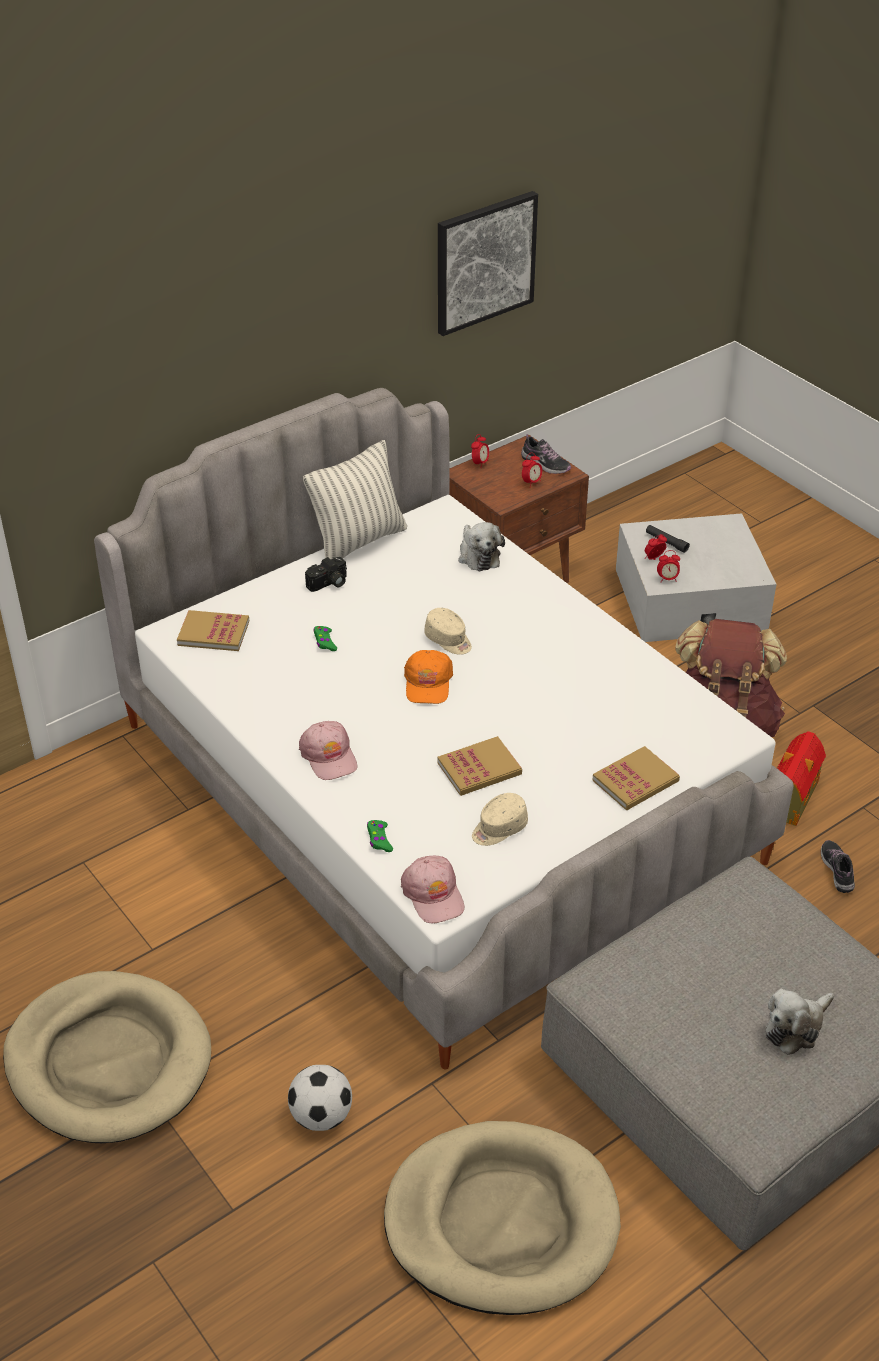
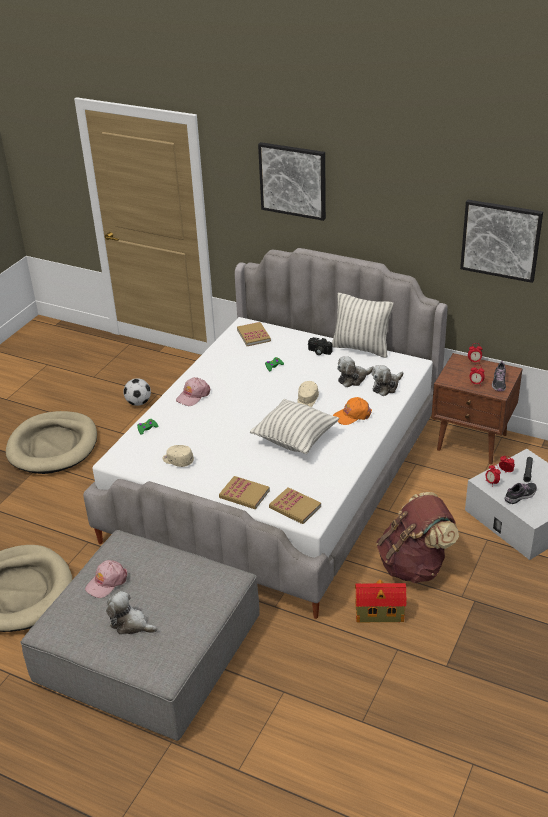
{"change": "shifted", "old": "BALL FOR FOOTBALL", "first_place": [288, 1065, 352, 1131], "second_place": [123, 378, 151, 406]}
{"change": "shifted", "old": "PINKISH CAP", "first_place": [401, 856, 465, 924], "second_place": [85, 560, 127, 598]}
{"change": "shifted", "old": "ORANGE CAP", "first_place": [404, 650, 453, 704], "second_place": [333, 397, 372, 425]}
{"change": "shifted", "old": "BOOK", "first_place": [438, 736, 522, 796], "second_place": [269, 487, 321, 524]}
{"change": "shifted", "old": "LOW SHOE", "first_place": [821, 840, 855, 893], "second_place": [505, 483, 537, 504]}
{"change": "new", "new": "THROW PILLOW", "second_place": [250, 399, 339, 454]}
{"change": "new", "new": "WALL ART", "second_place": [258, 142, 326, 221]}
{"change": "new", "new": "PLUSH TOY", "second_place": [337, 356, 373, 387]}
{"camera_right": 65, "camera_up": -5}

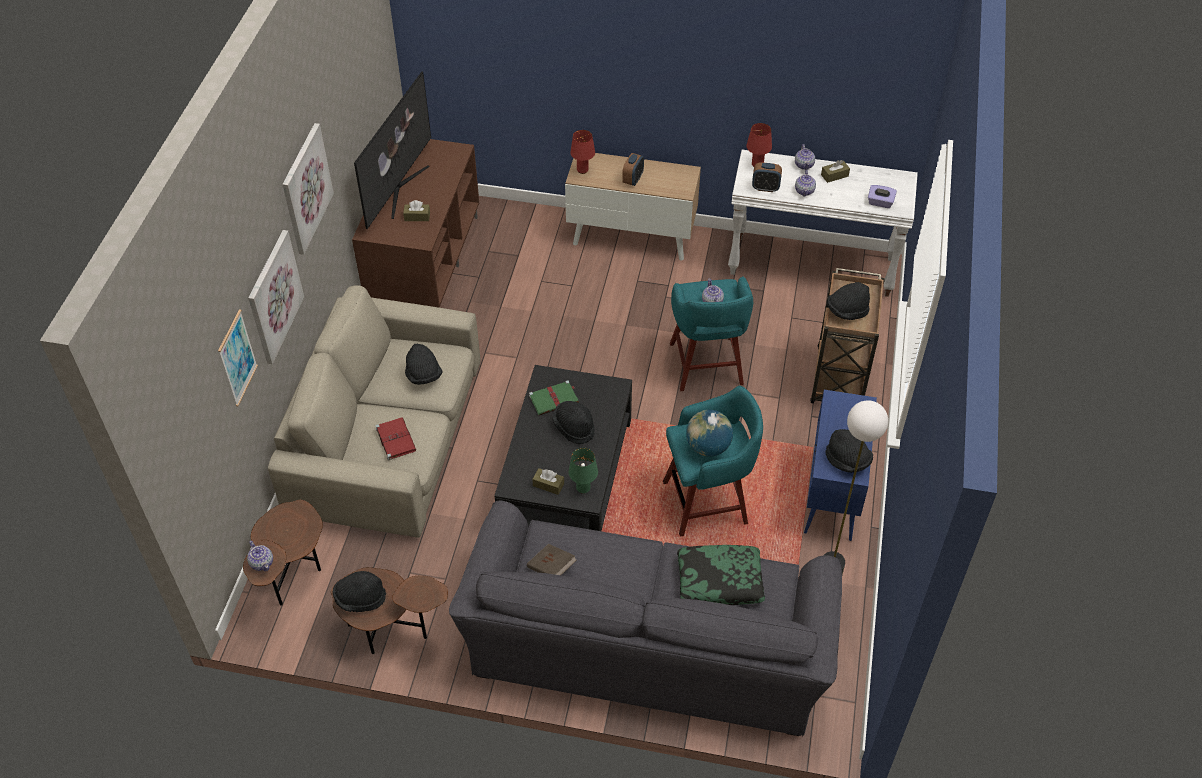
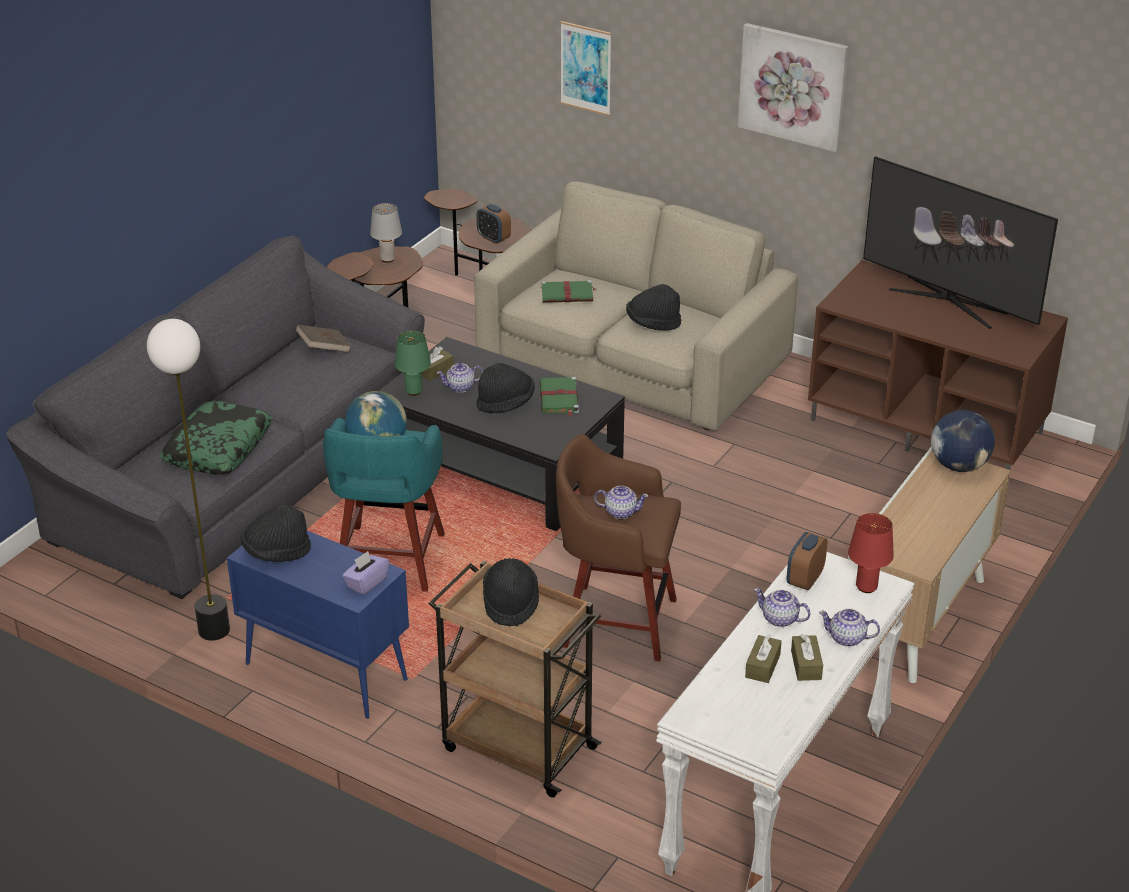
{"change": "shifted", "old": "POT FOR TEA", "first_place": [247, 541, 273, 571], "second_place": [437, 363, 483, 393]}
{"change": "gone", "old": "WALL ART", "first_place": [248, 230, 304, 364]}
{"change": "swapped", "old": "BLACK HAT", "new": "GREYISH TABLETOP LAMP", "first_place": [333, 571, 386, 612], "second_place": [370, 203, 402, 263]}
{"change": "repainted", "old": "RED BOOK", "new": "GREENISH BOOK", "first_place": [376, 417, 416, 460], "second_place": [542, 280, 597, 303]}
{"change": "shifted", "old": "BROWN BOX OF TISSUES", "first_place": [403, 200, 430, 221], "second_place": [745, 634, 782, 683]}
{"change": "swapped", "old": "RED TABLETOP LAMP", "new": "GLOBE", "first_place": [570, 130, 595, 174], "second_place": [931, 410, 995, 472]}
{"change": "shifted", "old": "BEDSIDE CLOCK", "first_place": [622, 153, 644, 186], "second_place": [477, 204, 511, 244]}
{"change": "repainted", "old": "BLUE-GREEN SITTING STOOL", "new": "BROWN SITTING STOOL", "first_place": [670, 277, 753, 391], "second_place": [556, 434, 681, 661]}
{"change": "shifted", "old": "PURPLE BOX OF TISSUES", "first_place": [868, 185, 897, 208], "second_place": [342, 551, 389, 595]}
{"camera_right": 110, "camera_up": -15}

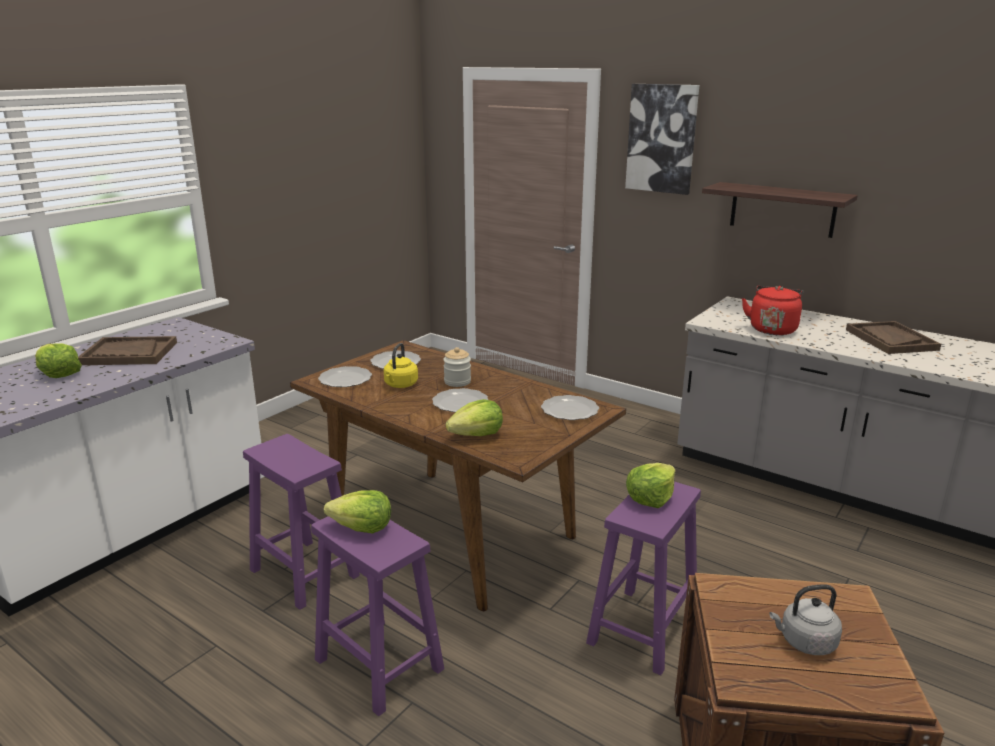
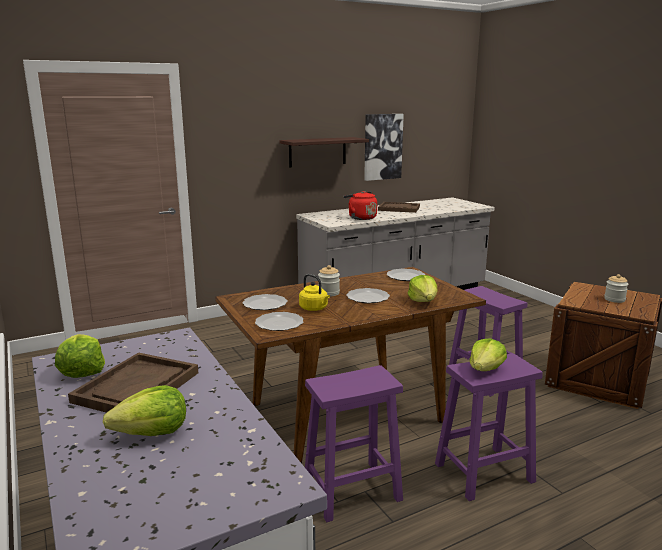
{"change": "shifted", "old": "WALL ART", "first_place": [625, 84, 699, 195], "second_place": [364, 114, 404, 181]}
{"change": "shifted", "old": "HEAD OF LETTUCE", "first_place": [626, 463, 676, 508], "second_place": [55, 334, 105, 378]}
{"change": "swapped", "old": "GREYISH WATER KETTLE", "new": "JAR", "first_place": [769, 584, 842, 655], "second_place": [604, 274, 628, 303]}
{"camera_right": -65, "camera_up": -5}

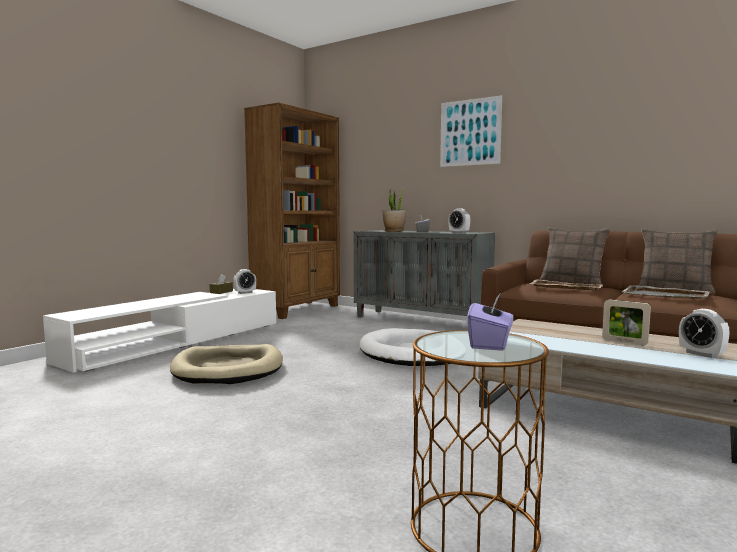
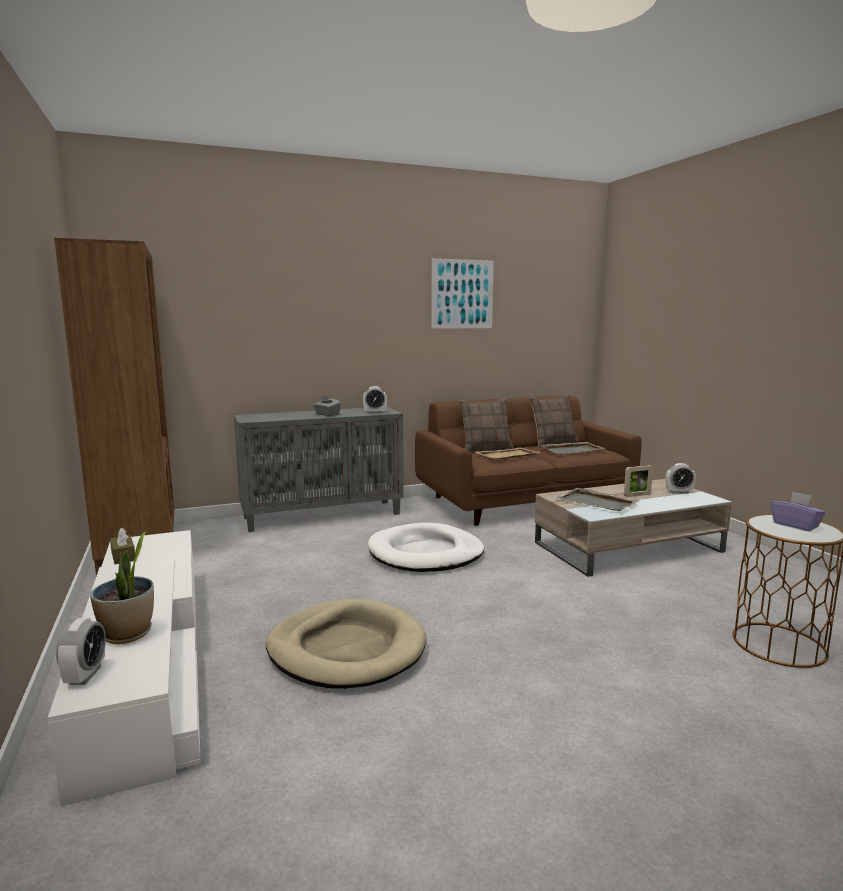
{"change": "shifted", "old": "BEDSIDE CLOCK", "first_place": [233, 269, 256, 294], "second_place": [56, 618, 106, 685]}
{"change": "shifted", "old": "POTTED PLANT", "first_place": [382, 190, 406, 232], "second_place": [90, 532, 154, 644]}
{"change": "shifted", "old": "WALL ART", "first_place": [440, 95, 502, 167], "second_place": [431, 258, 494, 329]}
{"change": "new", "new": "GREYISH TRAY", "second_place": [556, 488, 640, 511]}
{"camera_right": -55, "camera_up": 5}

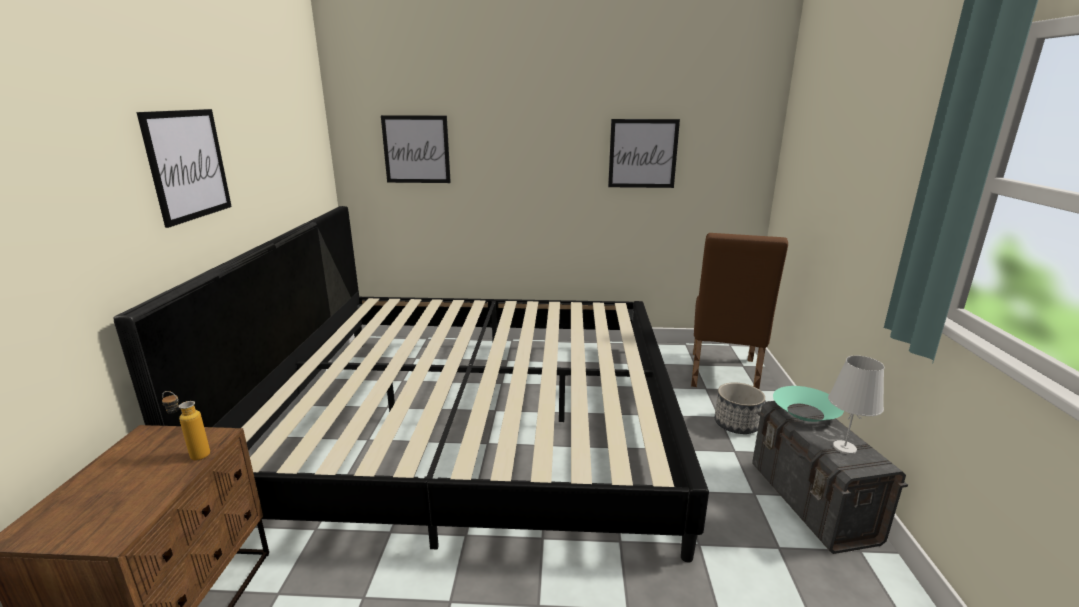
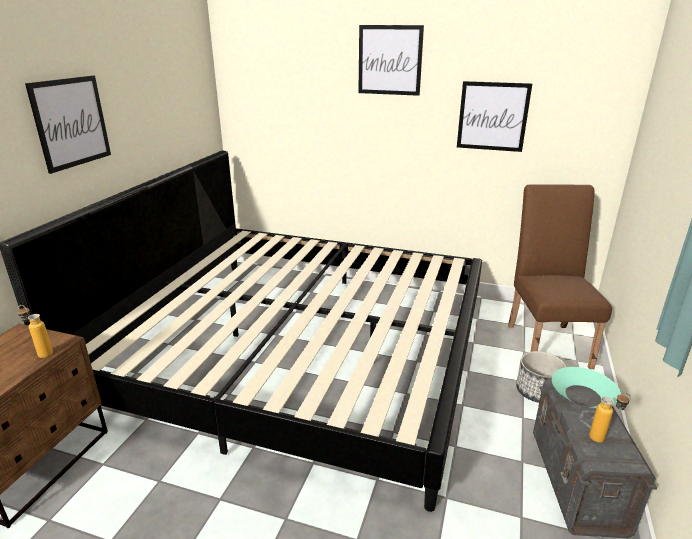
{"change": "shifted", "old": "WALL ART", "first_place": [381, 115, 451, 183], "second_place": [358, 25, 424, 96]}
{"change": "rotated", "old": "BROWN UPRIGHT CHAIR", "first_place": [691, 233, 788, 389], "second_place": [508, 184, 612, 369], "degrees": 150}
{"change": "swapped", "old": "WHITISH TABLETOP LAMP", "new": "BEVERAGE BOTTLE", "first_place": [828, 356, 884, 454], "second_place": [589, 393, 631, 443]}
{"camera_right": 15, "camera_up": 5}

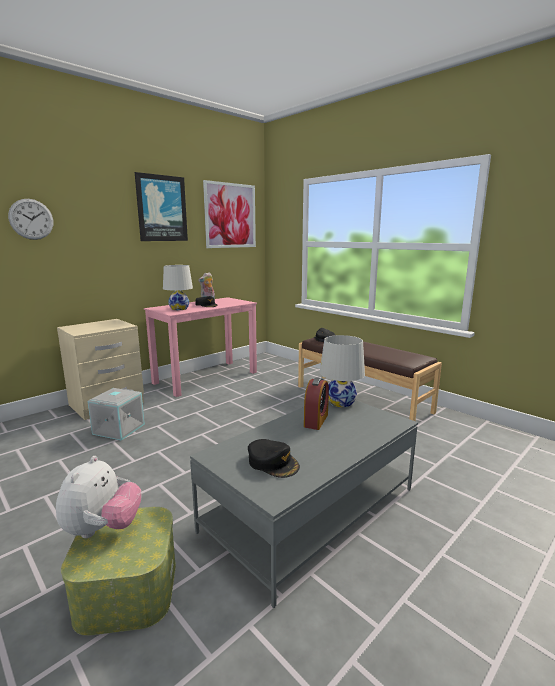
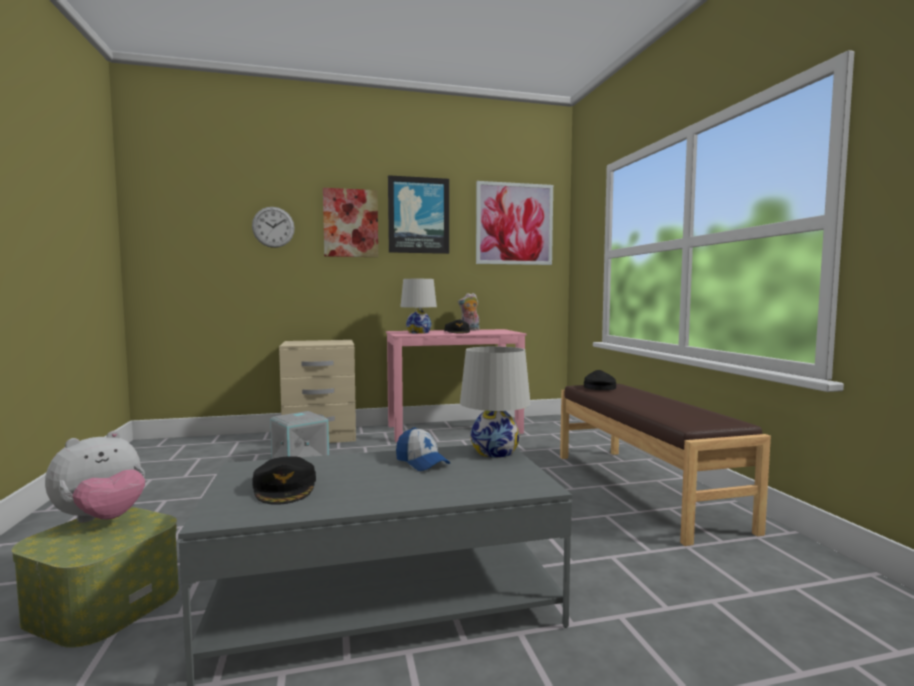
{"change": "swapped", "old": "BEDSIDE CLOCK", "new": "CAP", "first_place": [304, 377, 329, 430], "second_place": [396, 427, 450, 471]}
{"change": "new", "new": "WALL ART", "second_place": [323, 188, 378, 257]}
{"camera_right": 30, "camera_up": -10}

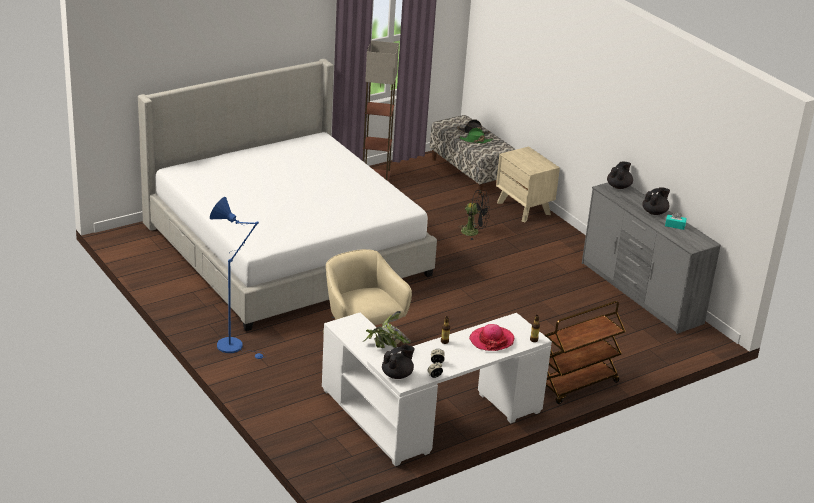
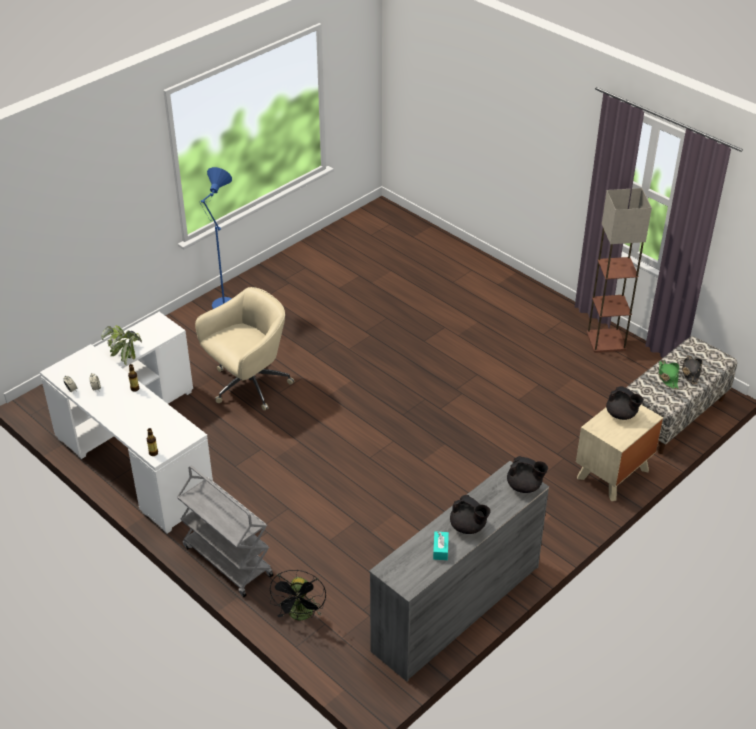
{"change": "gone", "old": "SLEEPING BED", "first_place": [138, 59, 437, 331]}
{"change": "shifted", "old": "BLACK POT FOR TEA", "first_place": [382, 345, 415, 379], "second_place": [606, 386, 644, 420]}
{"change": "shifted", "old": "BLACK FAN", "first_place": [458, 190, 490, 240], "second_place": [269, 570, 326, 621]}
{"change": "gone", "old": "HAT", "first_place": [469, 324, 514, 351]}
{"change": "repainted", "old": "BROWN CART", "new": "GREYISH CART", "first_place": [545, 301, 625, 404], "second_place": [177, 466, 274, 597]}
{"camera_right": 80, "camera_up": 10}

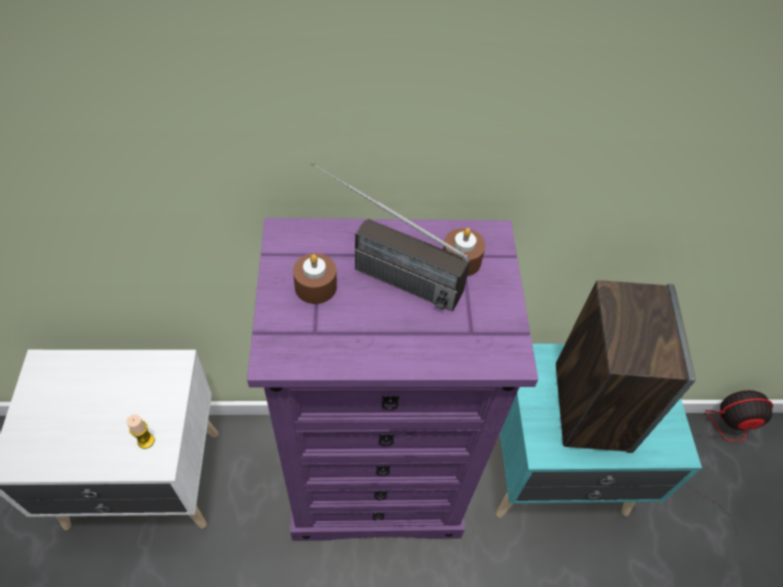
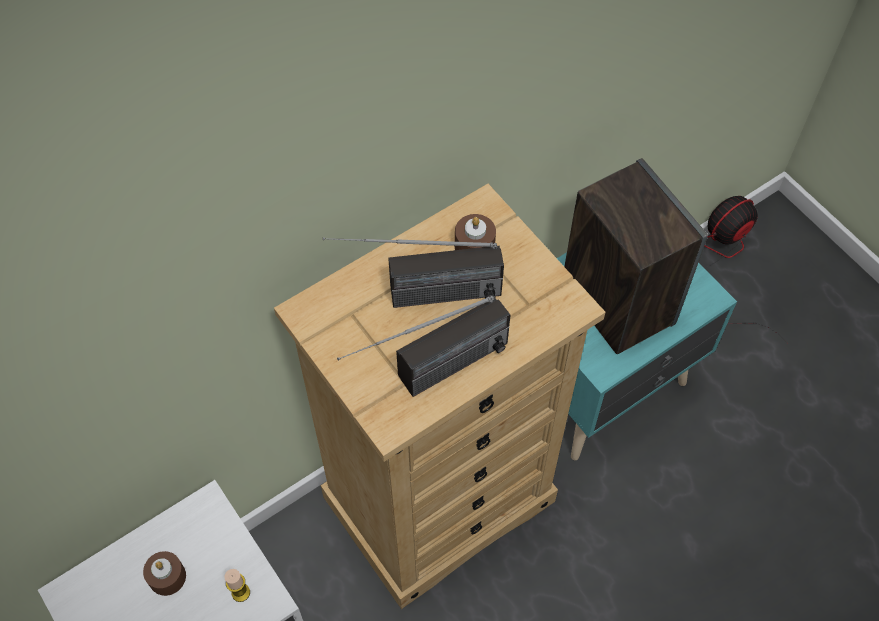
{"change": "repainted", "old": "PURPLE DRAWER CHEST", "new": "BEIGE DRAWER CHEST", "first_place": [247, 218, 538, 541], "second_place": [274, 184, 605, 609]}
{"change": "shifted", "old": "BROWN WAX LIGHT", "first_place": [293, 253, 337, 304], "second_place": [143, 551, 186, 596]}
{"change": "new", "new": "RADIO SET", "second_place": [337, 296, 511, 397]}
{"camera_right": -30, "camera_up": 5}

